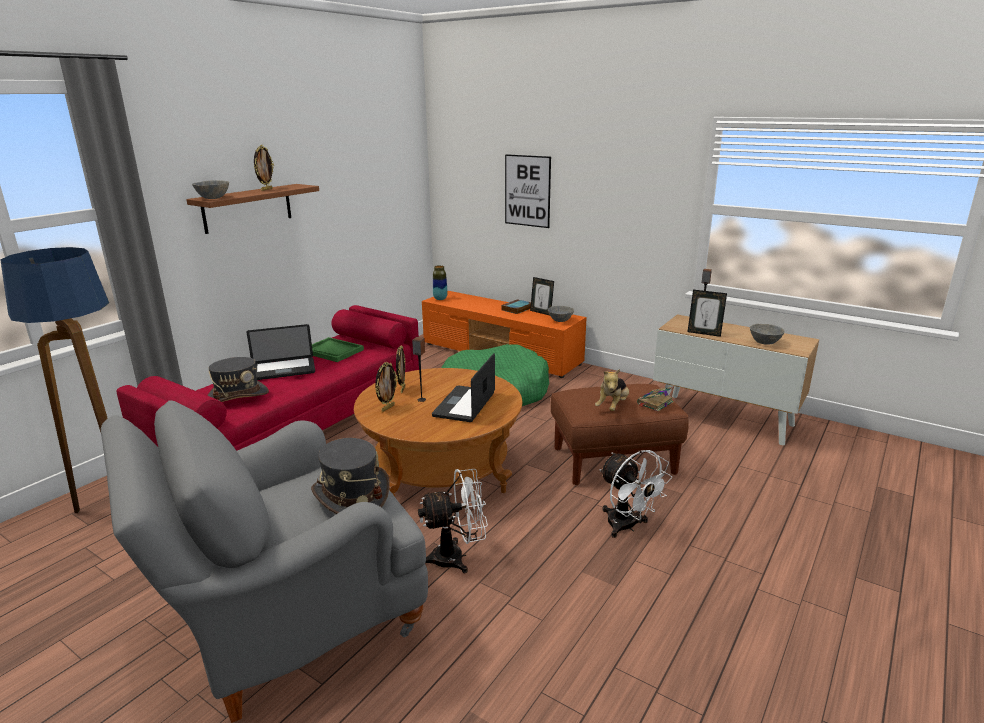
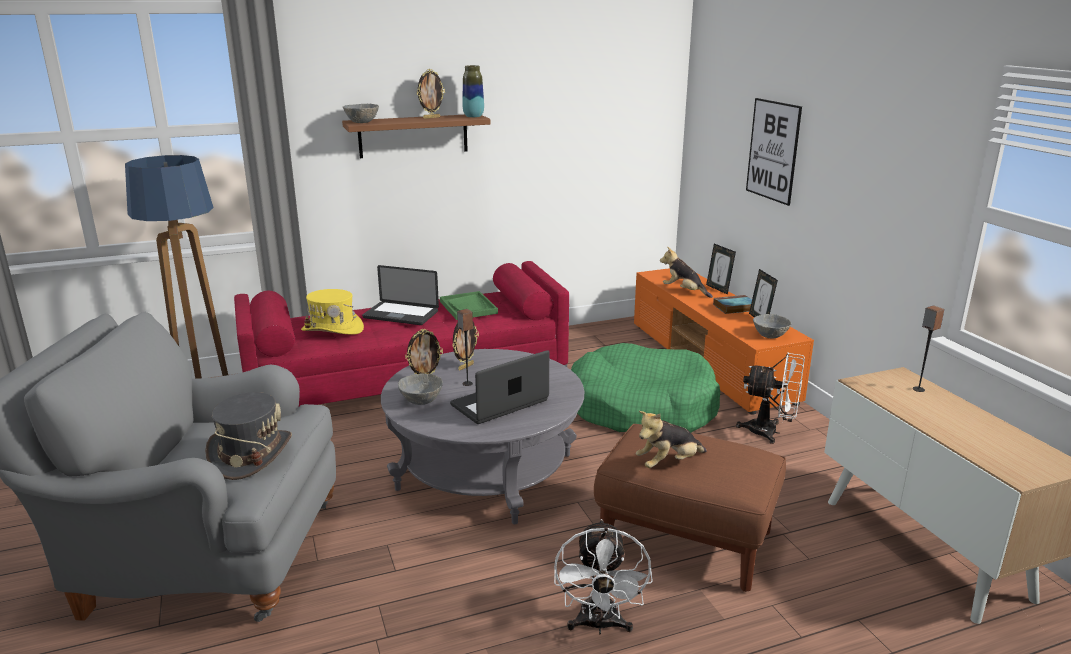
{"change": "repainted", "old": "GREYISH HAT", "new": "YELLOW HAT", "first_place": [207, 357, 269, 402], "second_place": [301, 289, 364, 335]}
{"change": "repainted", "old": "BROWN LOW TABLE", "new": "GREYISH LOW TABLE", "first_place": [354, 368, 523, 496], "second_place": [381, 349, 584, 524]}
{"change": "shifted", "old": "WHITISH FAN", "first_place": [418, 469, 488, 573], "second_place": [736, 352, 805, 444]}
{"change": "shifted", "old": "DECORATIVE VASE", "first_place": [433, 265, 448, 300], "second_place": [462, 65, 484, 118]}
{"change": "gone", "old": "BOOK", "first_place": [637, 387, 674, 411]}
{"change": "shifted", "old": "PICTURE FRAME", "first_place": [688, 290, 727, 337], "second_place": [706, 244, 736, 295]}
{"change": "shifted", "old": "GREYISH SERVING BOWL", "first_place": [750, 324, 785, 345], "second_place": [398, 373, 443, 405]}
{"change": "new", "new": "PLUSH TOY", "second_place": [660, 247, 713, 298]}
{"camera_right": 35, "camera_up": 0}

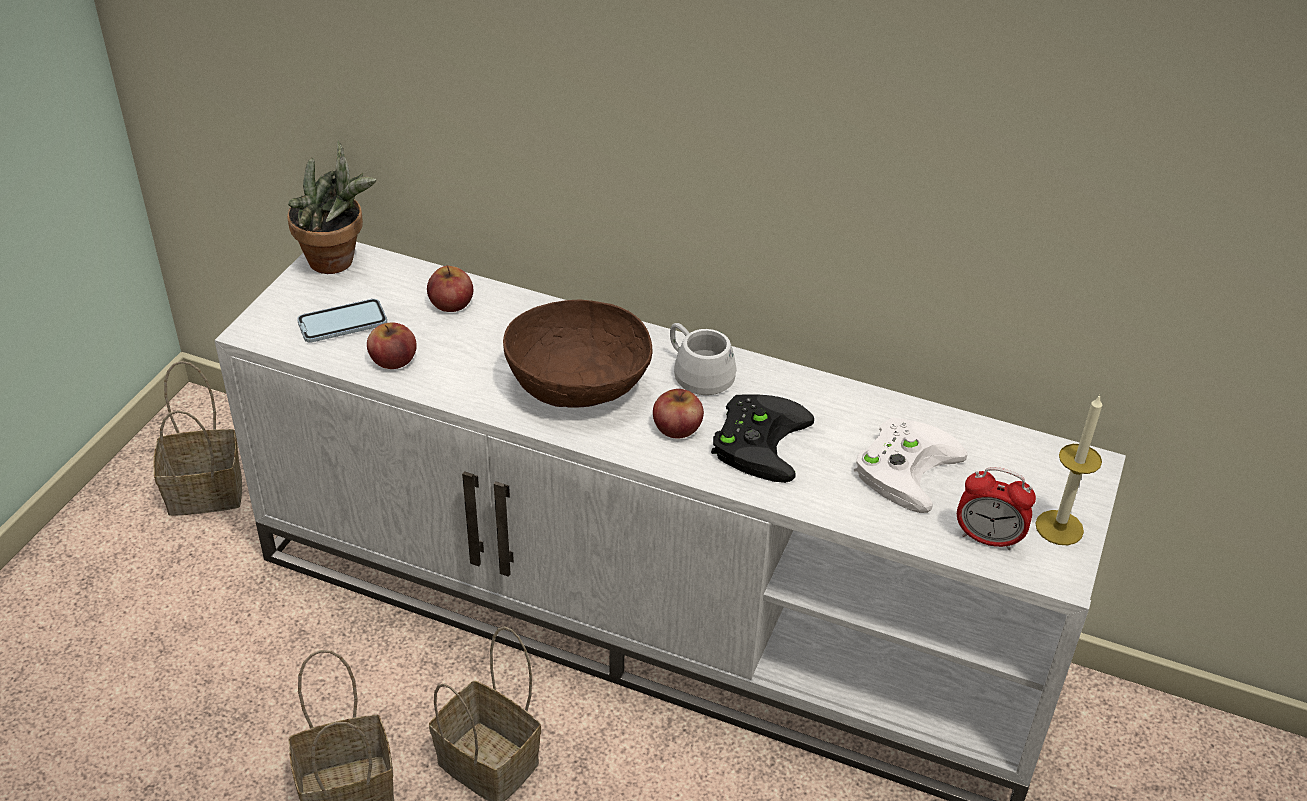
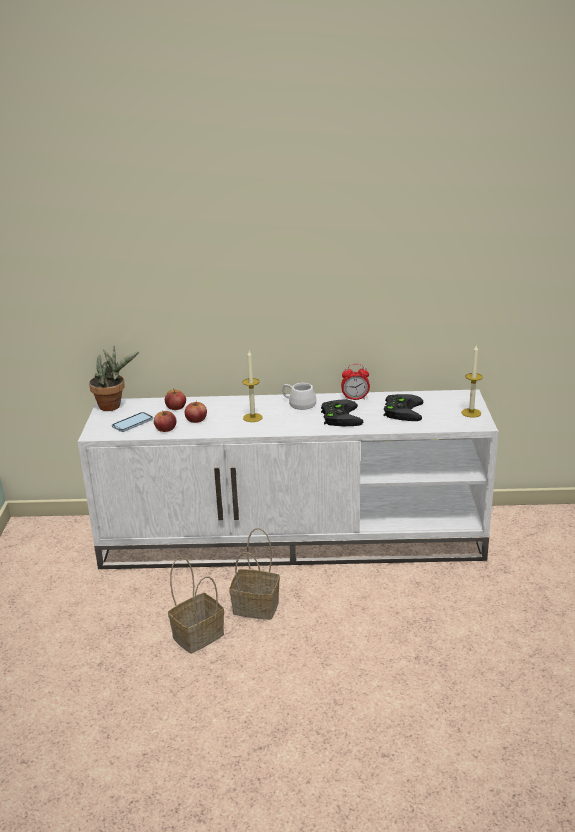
{"change": "gone", "old": "BASKET", "first_place": [153, 361, 242, 516]}
{"change": "swapped", "old": "BROWN SERVING BOWL", "new": "WAX LIGHT", "first_place": [503, 299, 653, 408], "second_place": [243, 351, 263, 422]}
{"change": "shifted", "old": "APPLE FRUIT", "first_place": [653, 389, 704, 439], "second_place": [185, 401, 207, 423]}
{"change": "repainted", "old": "WHITISH GAMEPAD", "new": "BLACK GAMEPAD", "first_place": [854, 418, 967, 513], "second_place": [383, 394, 423, 421]}
{"change": "shifted", "old": "BEDSIDE CLOCK", "first_place": [957, 467, 1036, 550], "second_place": [341, 364, 370, 400]}
{"camera_right": -20, "camera_up": -15}

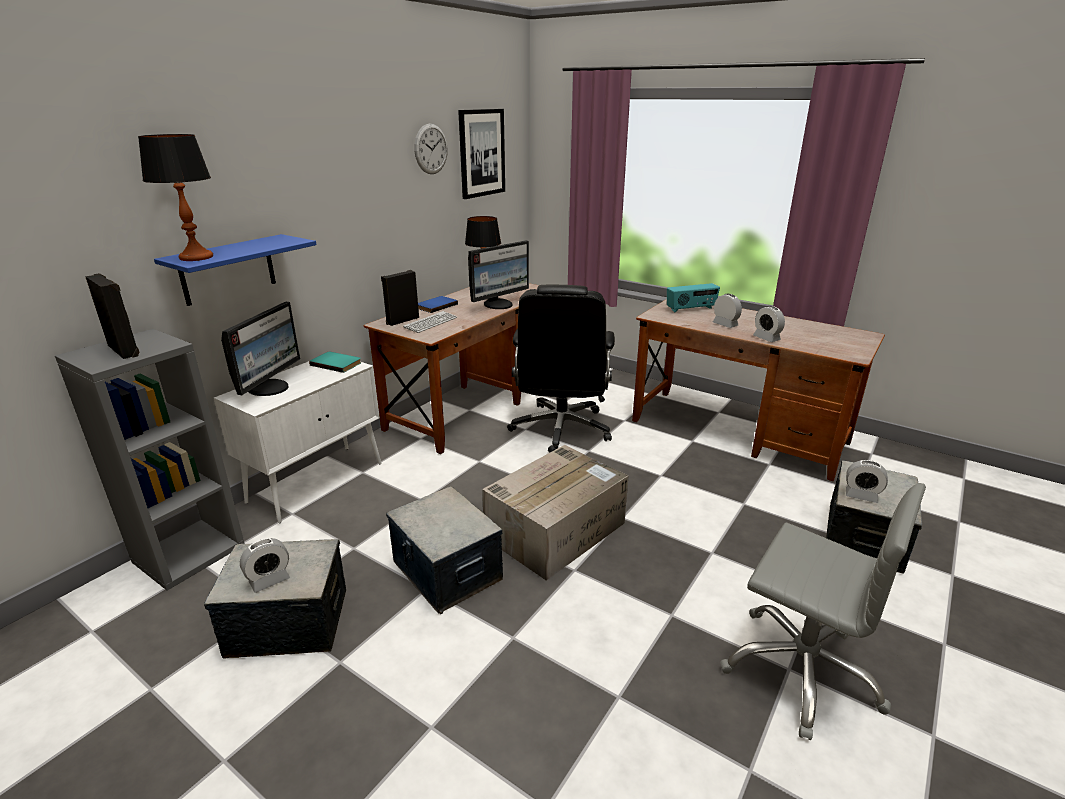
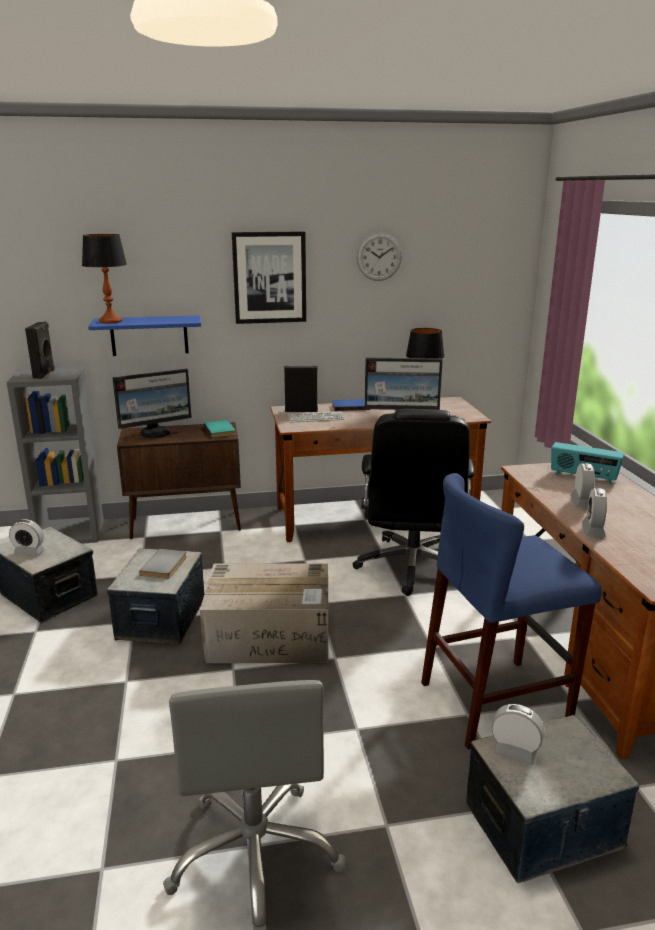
{"change": "repainted", "old": "WHITISH CUPBOARD", "new": "BROWN CUPBOARD", "first_place": [214, 361, 381, 524], "second_place": [117, 422, 241, 539]}
{"change": "shifted", "old": "WALL ART", "first_place": [458, 109, 505, 199], "second_place": [232, 231, 306, 324]}
{"change": "rotated", "old": "BLACK DESK CHAIR", "first_place": [507, 285, 615, 452], "second_place": [352, 409, 475, 596], "degrees": -45}
{"change": "rotated", "old": "BEDSIDE CLOCK", "first_place": [846, 460, 888, 503], "second_place": [491, 704, 545, 765], "degrees": 135}
{"change": "new", "new": "GREYISH BOOK", "second_place": [139, 549, 187, 579]}
{"change": "new", "new": "BLUISH SITTING STOOL", "second_place": [421, 473, 602, 750]}
{"camera_right": 45, "camera_up": -5}

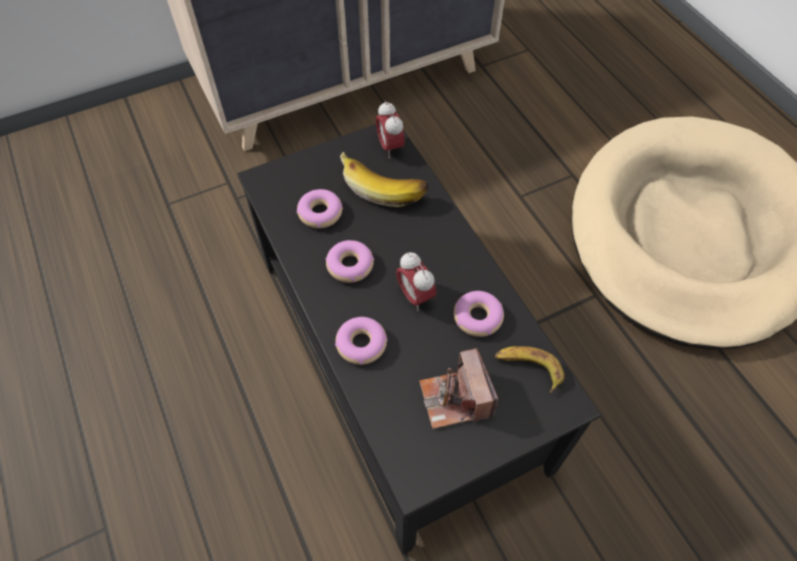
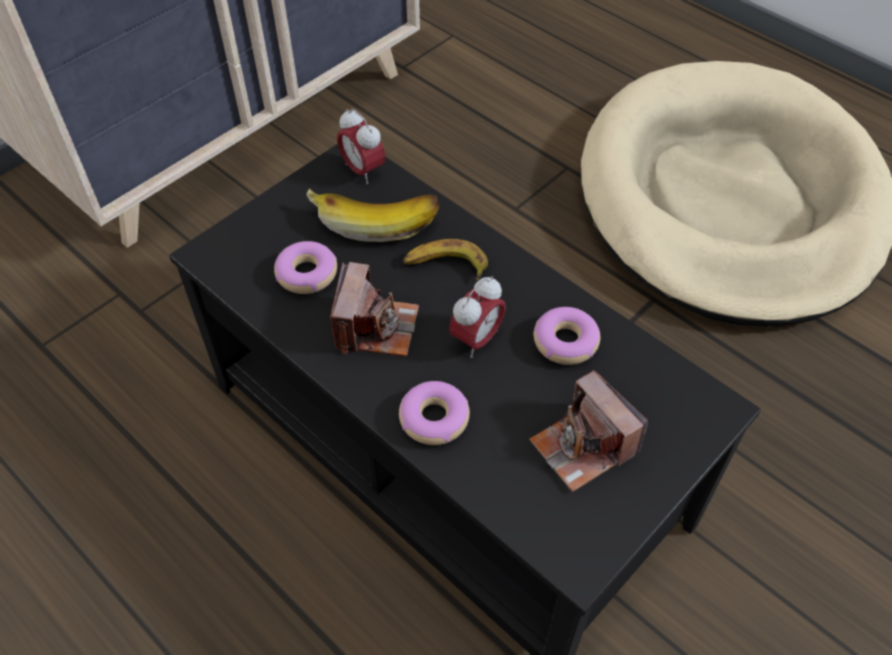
{"change": "swapped", "old": "DOUGHNUT", "new": "PHOTO CAMERA", "first_place": [326, 240, 374, 283], "second_place": [330, 262, 419, 356]}
{"change": "rotated", "old": "BEDSIDE CLOCK", "first_place": [396, 252, 436, 311], "second_place": [449, 276, 506, 358], "degrees": -90}
{"change": "shifted", "old": "BANANA FRUIT", "first_place": [495, 346, 565, 393], "second_place": [403, 239, 488, 280]}
{"camera_right": -20, "camera_up": -5}

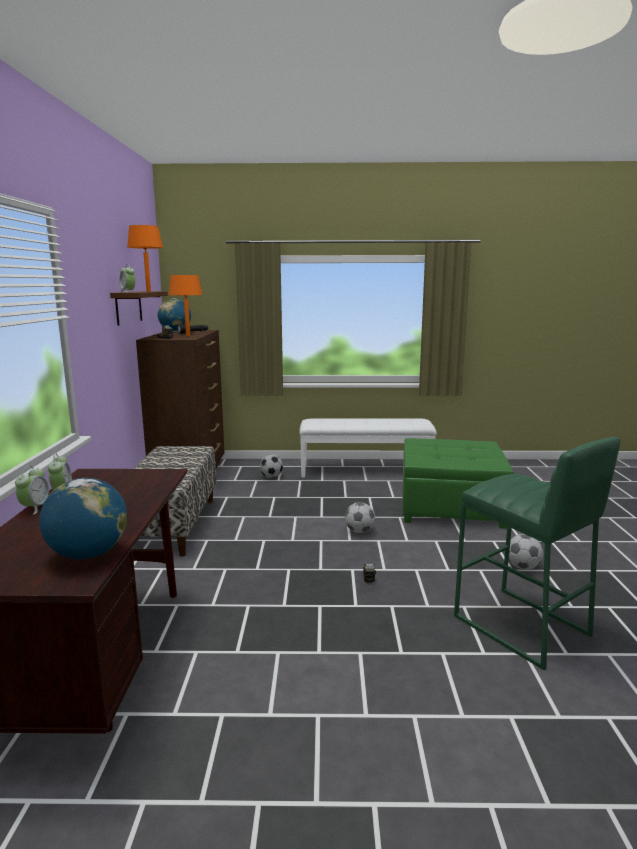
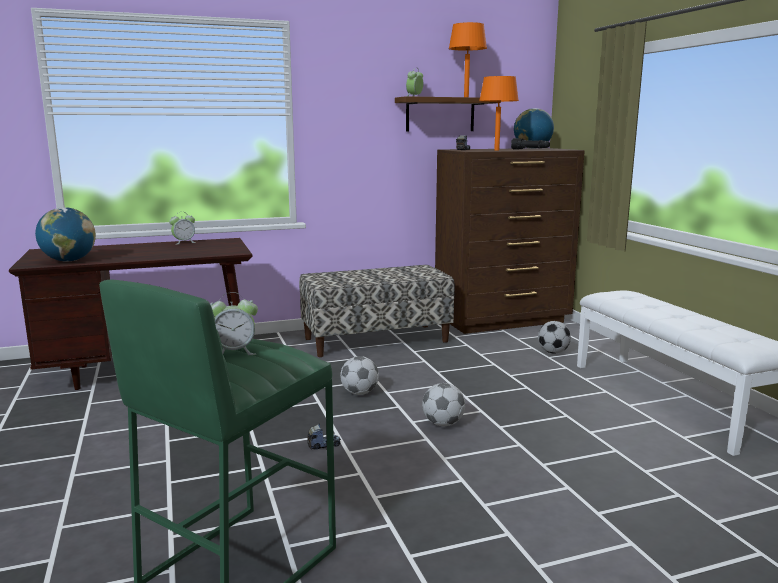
{"change": "shifted", "old": "BEDSIDE CLOCK", "first_place": [15, 466, 49, 515], "second_place": [210, 292, 258, 355]}
{"change": "gone", "old": "GREENISH OTTOMAN", "first_place": [402, 438, 514, 529]}
{"change": "shifted", "old": "BALL FOR FOOTBALL", "first_place": [509, 534, 543, 570], "second_place": [340, 356, 379, 395]}
{"camera_right": 70, "camera_up": 0}

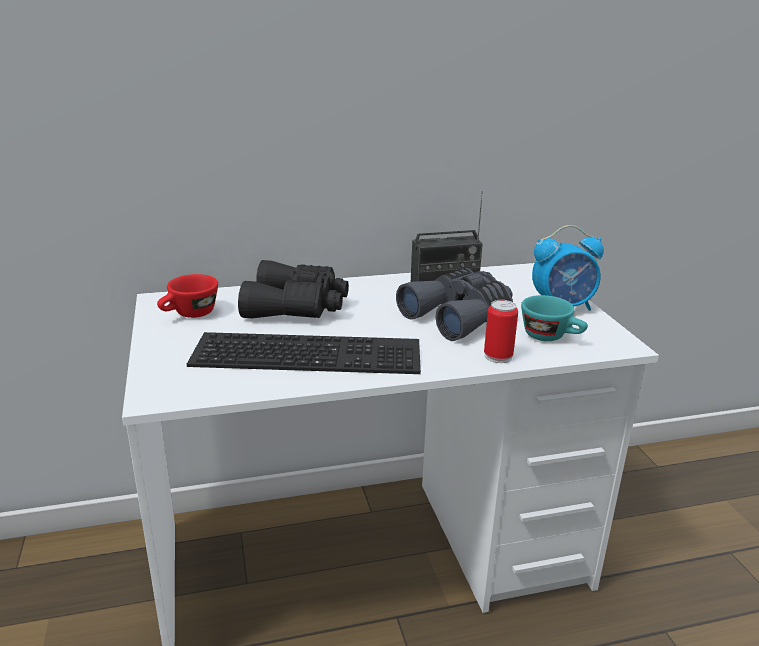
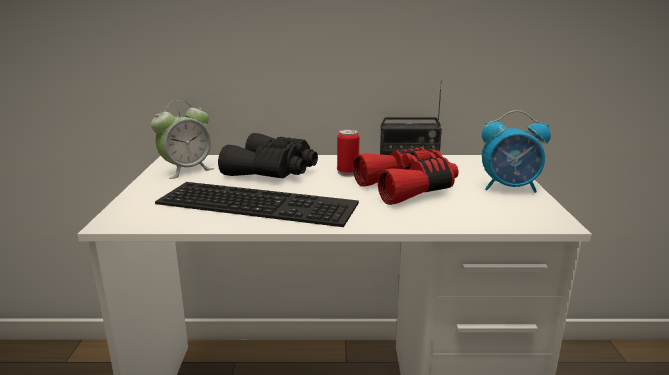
{"change": "swapped", "old": "RED CUP", "new": "BEDSIDE CLOCK", "first_place": [157, 274, 218, 318], "second_place": [151, 100, 214, 179]}
{"change": "repainted", "old": "GREYISH FIELD GLASSES", "new": "RED FIELD GLASSES", "first_place": [396, 268, 513, 341], "second_place": [353, 147, 458, 205]}
{"change": "shifted", "old": "METAL CAN", "first_place": [484, 300, 518, 363], "second_place": [337, 129, 359, 176]}
{"change": "gone", "old": "BLUE-GREEN CUP", "first_place": [521, 295, 588, 341]}
{"camera_right": 15, "camera_up": -5}

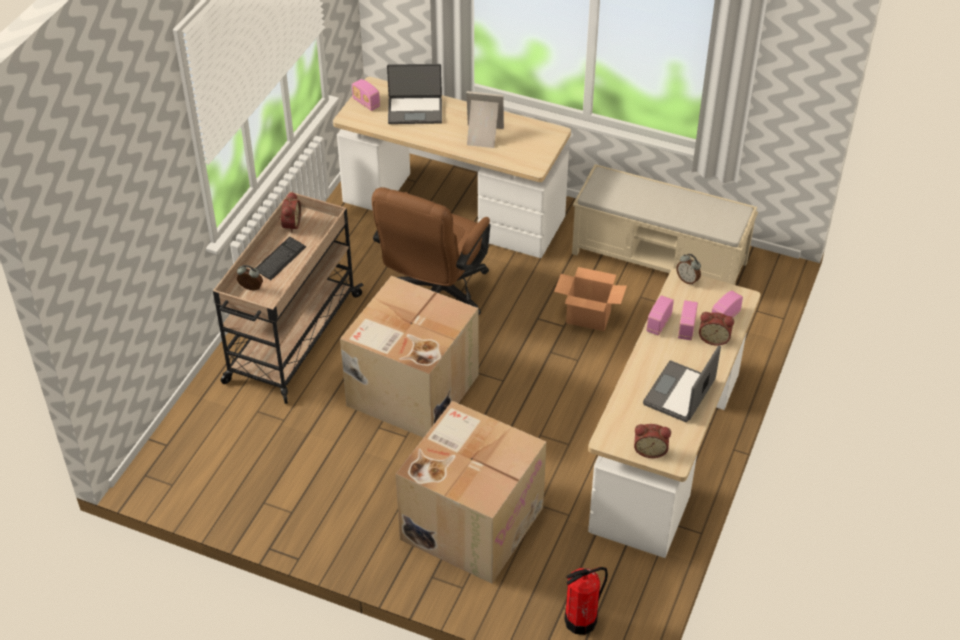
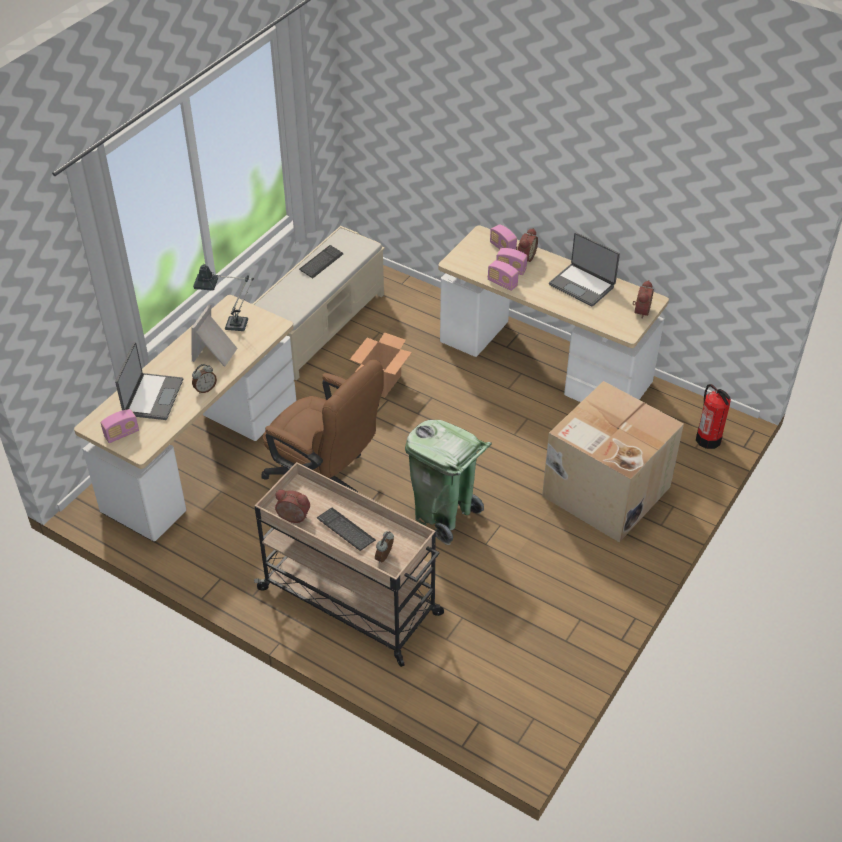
{"change": "swapped", "old": "CARTON", "new": "GREENISH RUBBISH BIN", "first_place": [340, 276, 479, 438], "second_place": [405, 420, 492, 545]}
{"change": "shifted", "old": "BEDSIDE CLOCK", "first_place": [676, 254, 701, 285], "second_place": [192, 364, 217, 394]}
{"change": "new", "new": "TABLETOP LAMP", "second_place": [193, 264, 254, 331]}
{"change": "new", "new": "PC KEYBOARD", "second_place": [299, 245, 344, 278]}
{"camera_right": -80, "camera_up": 0}

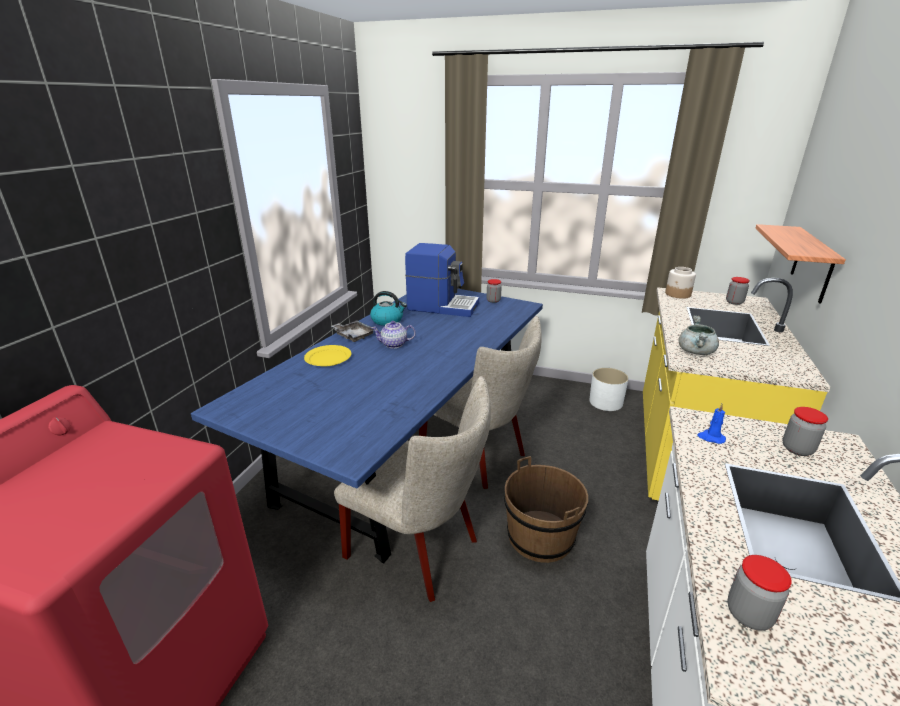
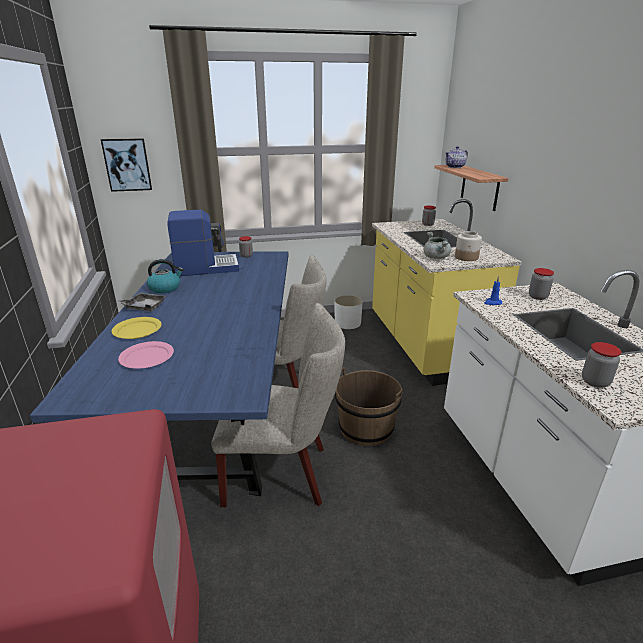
{"change": "shifted", "old": "POT FOR TEA", "first_place": [371, 321, 416, 348], "second_place": [445, 146, 468, 168]}
{"change": "shifted", "old": "JAR", "first_place": [665, 267, 696, 299], "second_place": [455, 231, 482, 261]}
{"change": "new", "new": "WALL ART", "second_place": [101, 138, 152, 192]}
{"change": "new", "new": "PINKISH FLAT DISH", "second_place": [118, 341, 174, 369]}
{"camera_right": -30, "camera_up": 0}

